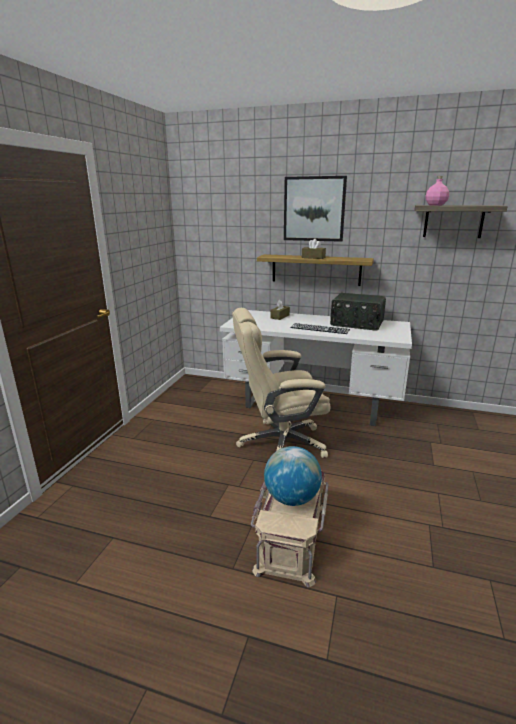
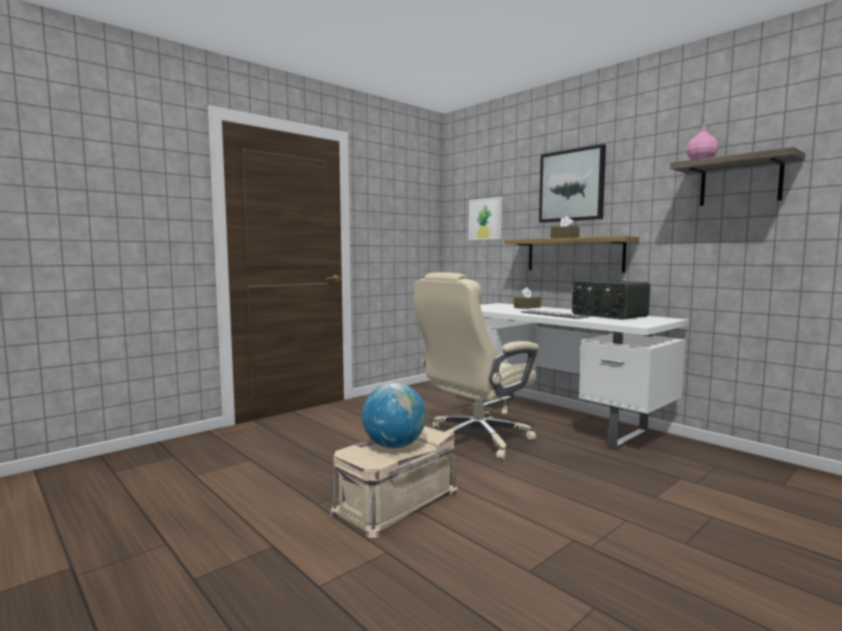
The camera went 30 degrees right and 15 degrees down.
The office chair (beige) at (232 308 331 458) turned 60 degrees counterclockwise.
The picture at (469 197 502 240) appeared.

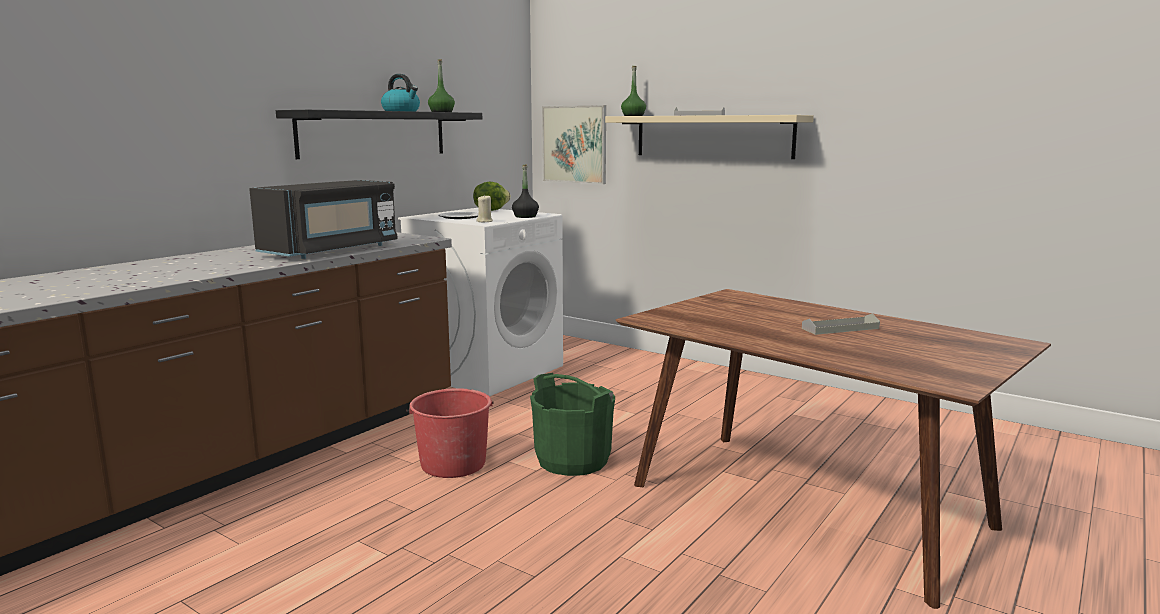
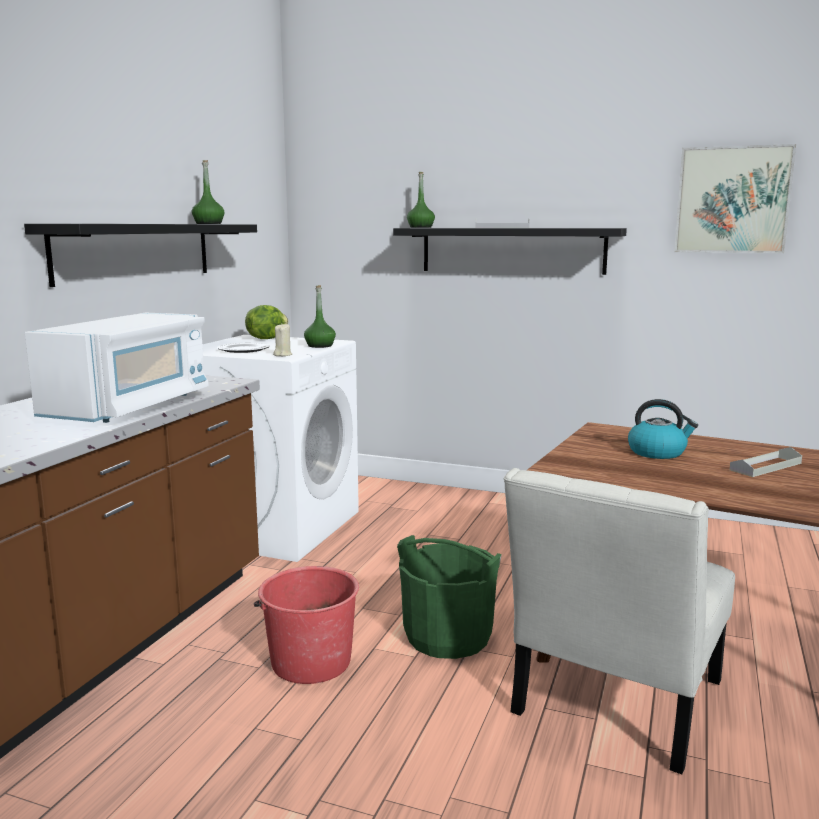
The camera went 15 degrees left and 0 degrees up.
The kettle moved from (381 74 420 112) to (628 399 698 459).
The picture moved from (542 105 606 184) to (674 144 796 253).
The shelf (beige) at (605 115 814 159) became the shelf (black) at (393 228 627 275).
The bottle (black) at (512 164 539 218) became the bottle (green) at (304 285 336 348).
The microwave (black) at (249 180 398 259) became the microwave (white) at (25 312 209 423).
The chair (white) at (504 468 735 774) appeared.

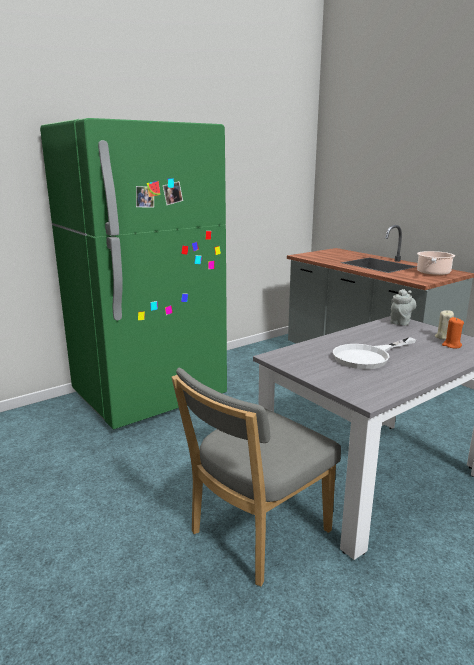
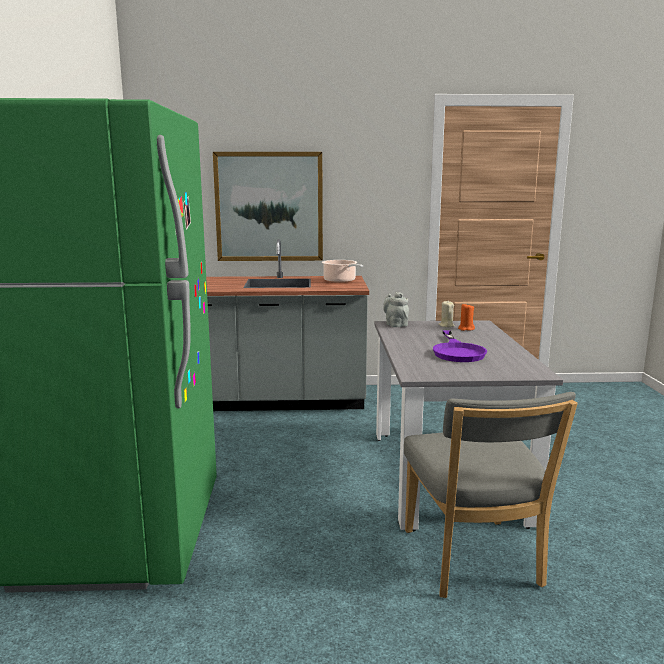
The camera went 55 degrees left and 5 degrees down.
The frying pan (white) at (333 337 416 369) became the frying pan (purple) at (433 330 487 362).
The picture at (213 152 323 261) appeared.

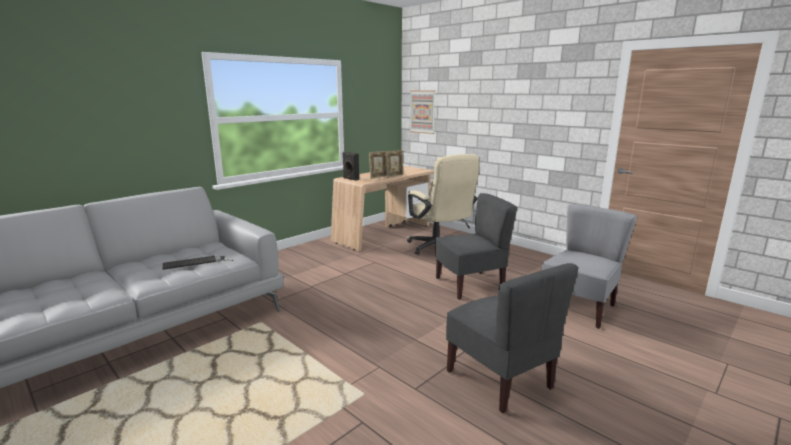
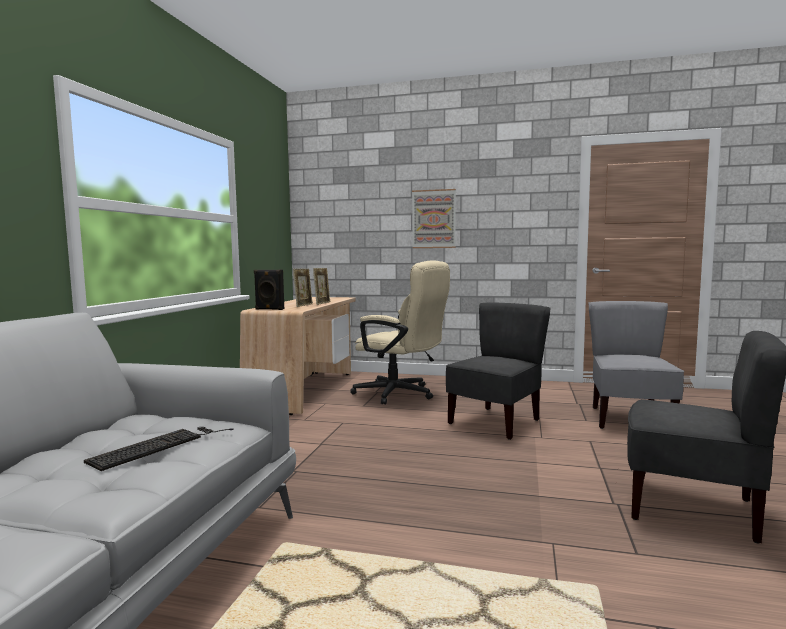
The camera went 30 degrees left and 10 degrees down.
The picture moved from (410 90 435 134) to (412 189 456 248).

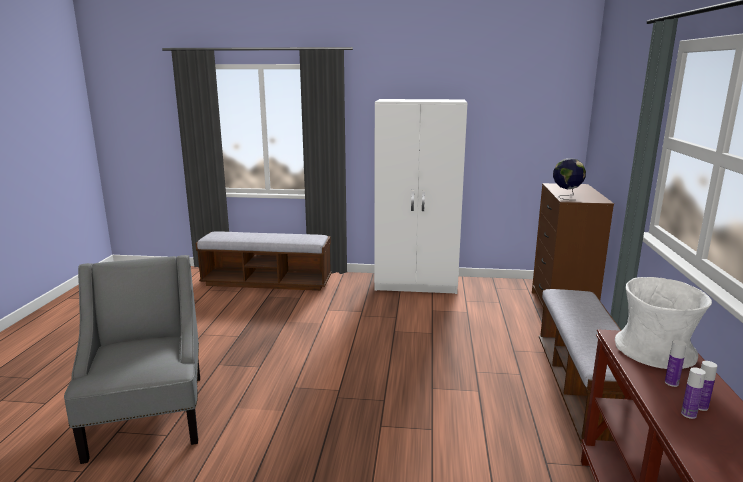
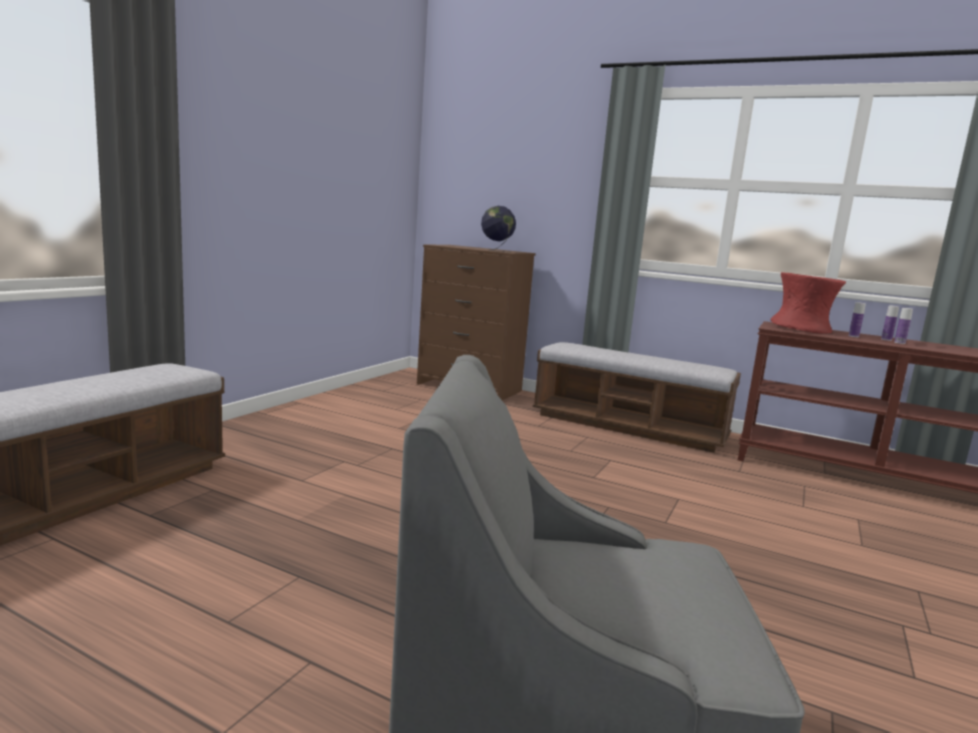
The camera went 70 degrees left and 5 degrees down.
The wardrobe (white) at (374 99 468 294) disappeared.
The vase (white) at (615 277 712 369) became the vase (red) at (770 272 846 333).

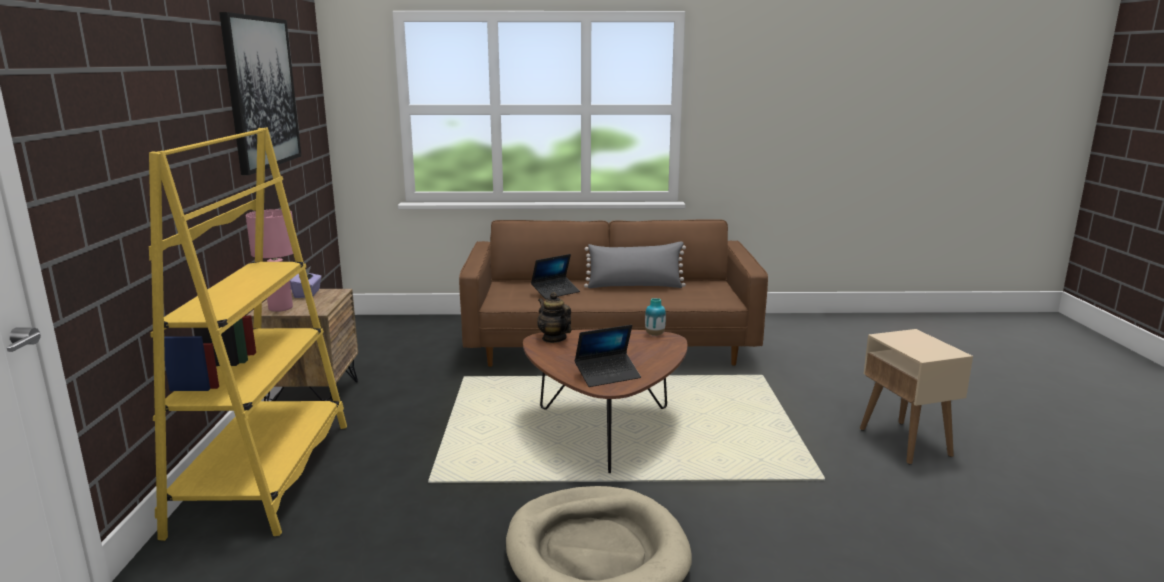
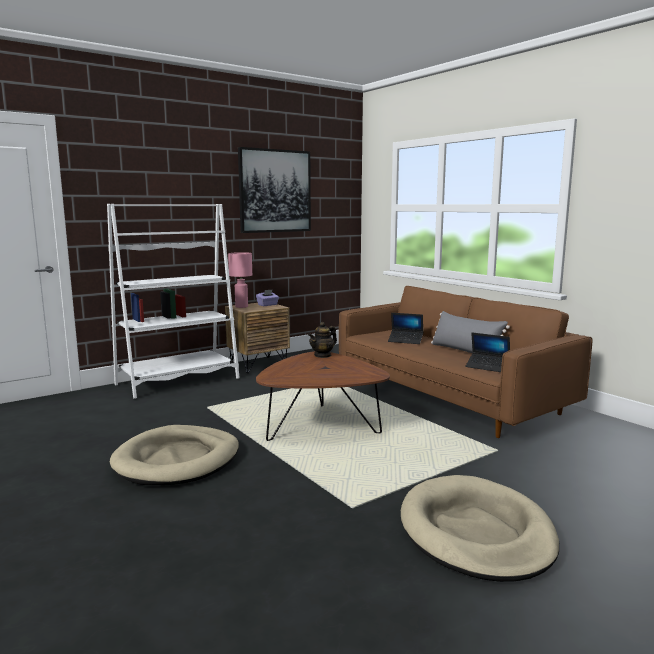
The camera went 55 degrees right and 5 degrees down.
The bookcase (yellow) at (149 127 347 541) became the bookcase (white) at (107 204 240 399).
The teapot at (537 292 571 343) turned 150 degrees counterclockwise.
The vase at (645 298 666 336) disappeared.
The laptop moved from (575 325 641 387) to (465 332 510 372).
The side table (beige) at (860 329 973 464) was replaced by the dog bed (beige) at (401 475 559 582).

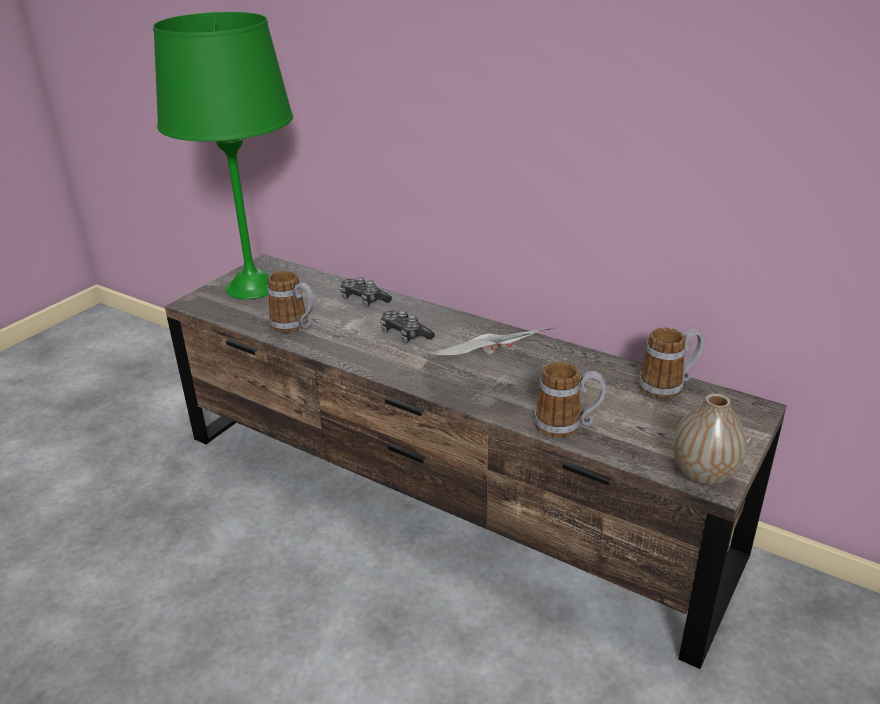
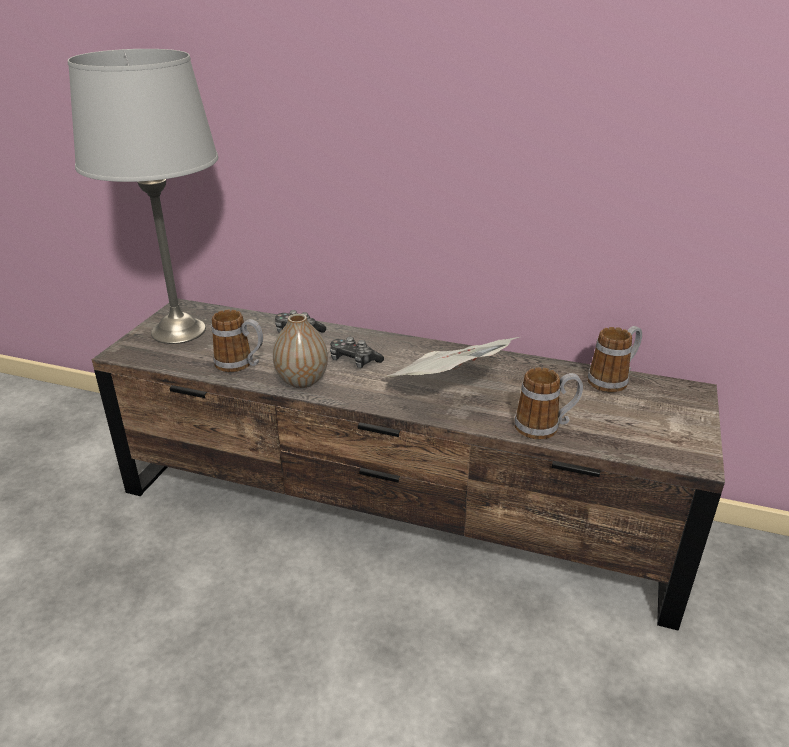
The camera went 15 degrees left and 0 degrees up.
The table lamp (green) at (153 12 293 299) became the table lamp (grey) at (68 49 218 344).
The vase moved from (673 393 747 485) to (273 314 328 388).

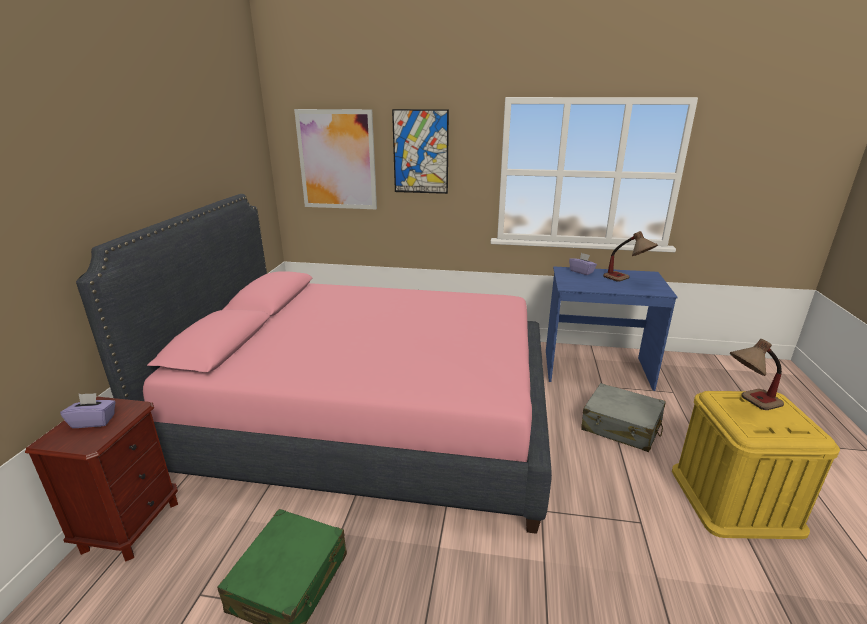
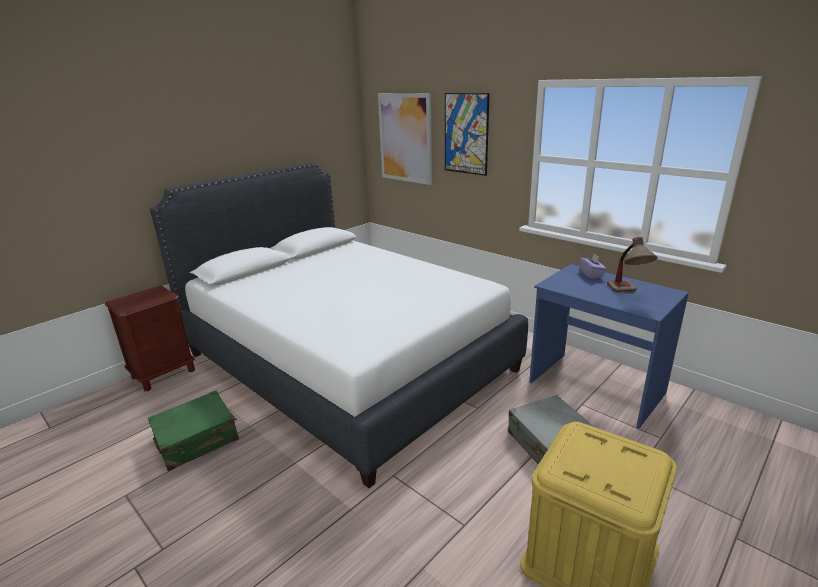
The camera went 35 degrees right and 0 degrees up.
The bed (pink) at (76 194 552 534) became the bed (white) at (150 162 528 488).
The table lamp at (730 339 784 410) disappeared.
The tissue box (purple) at (60 393 116 428) disappeared.

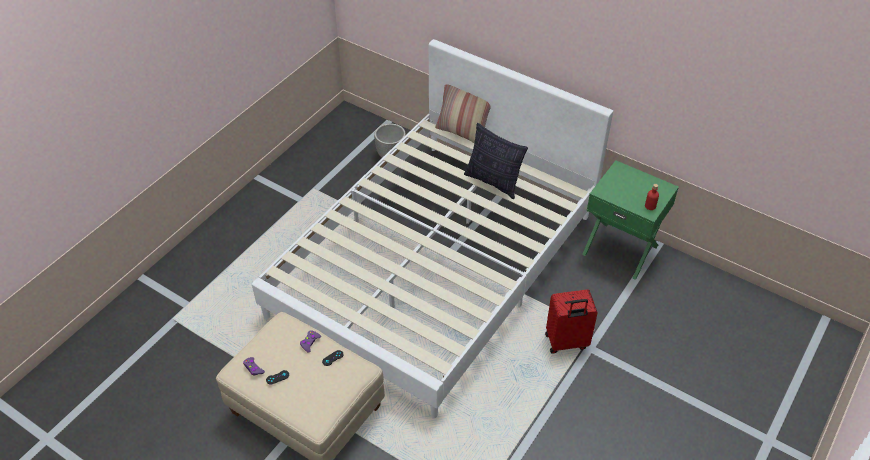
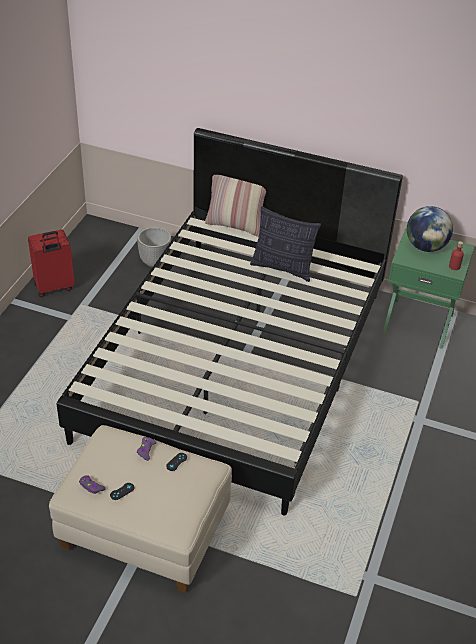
The camera went 15 degrees left and 5 degrees down.
The bed (white) at (252 39 613 419) became the bed (black) at (57 128 403 515).
The suitcase (red) moved from (545 289 598 354) to (28 229 75 297).
The globe at (407 206 453 252) appeared.

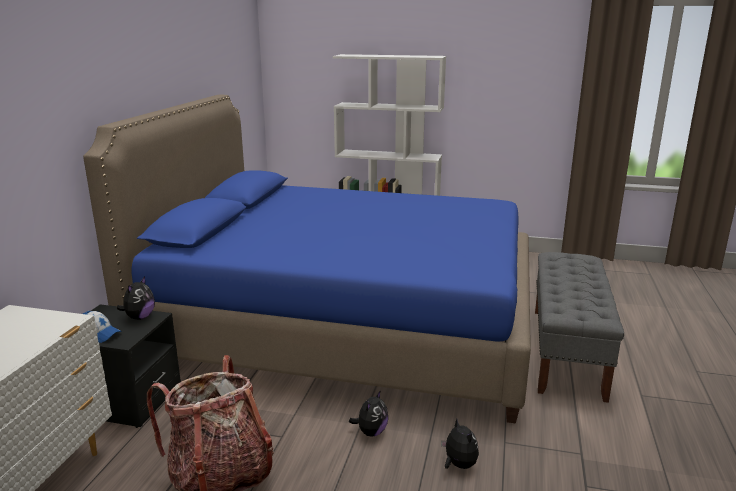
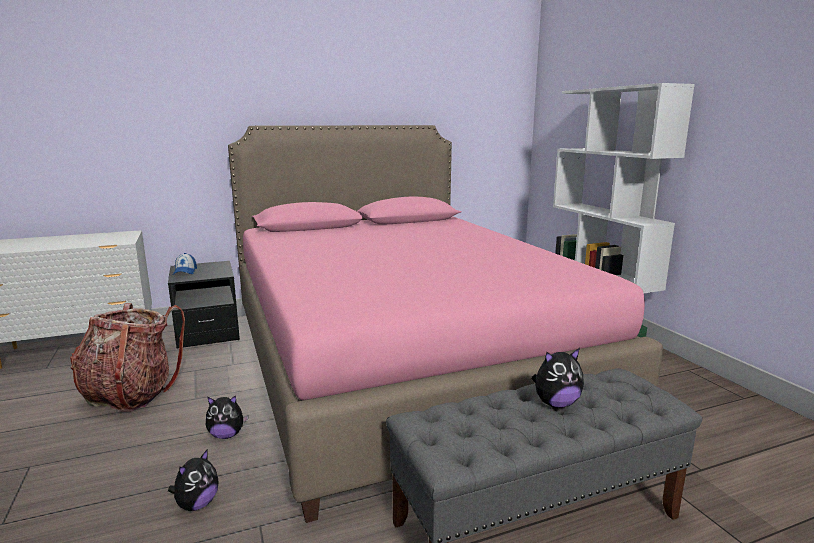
The camera went 55 degrees right and 5 degrees down.
The bed (blue) at (83 95 531 424) became the bed (pink) at (228 125 663 523).
The plush toy moved from (117 276 155 320) to (532 348 584 408).

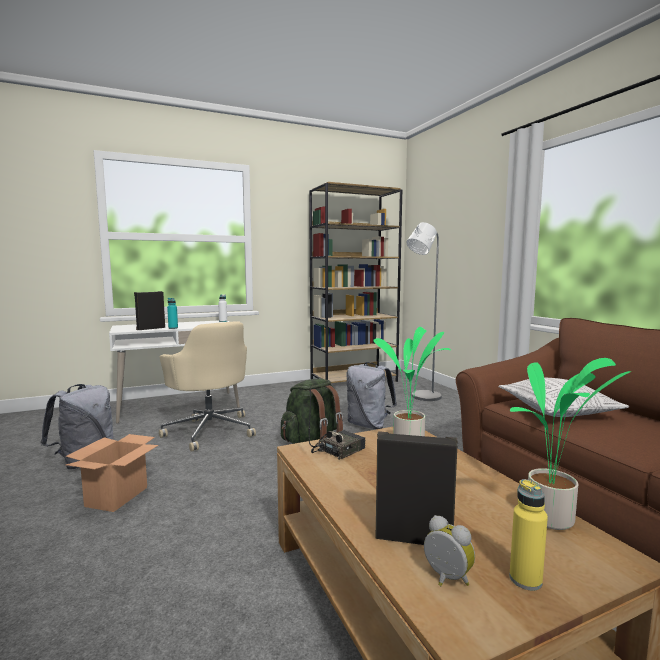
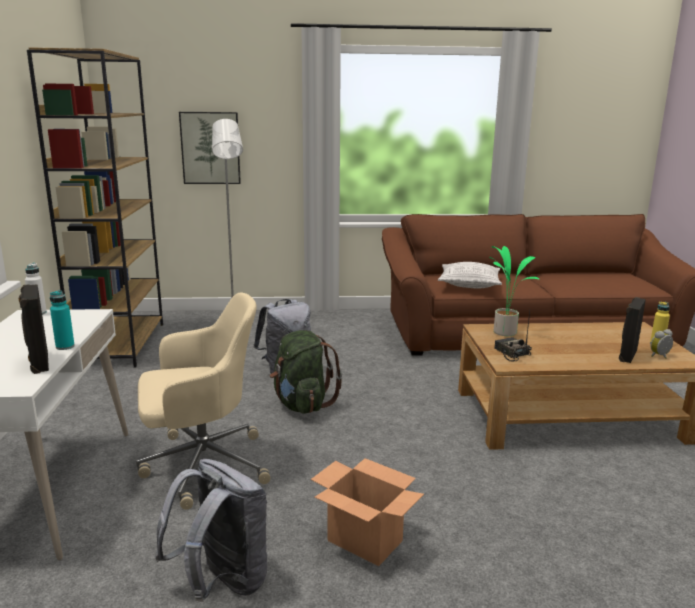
The camera went 70 degrees left and 10 degrees up.
The potted plant at (510 358 631 530) disappeared.
The picture at (179 112 241 184) appeared.

